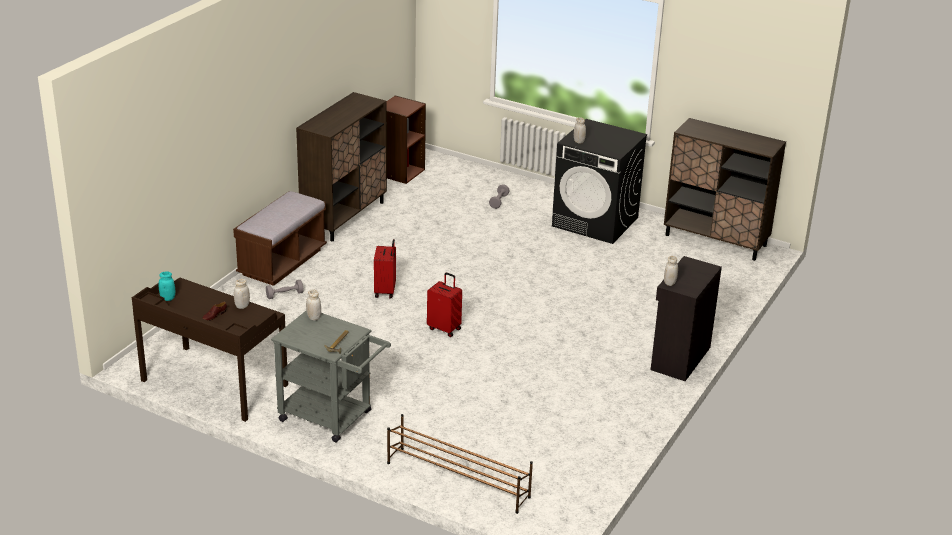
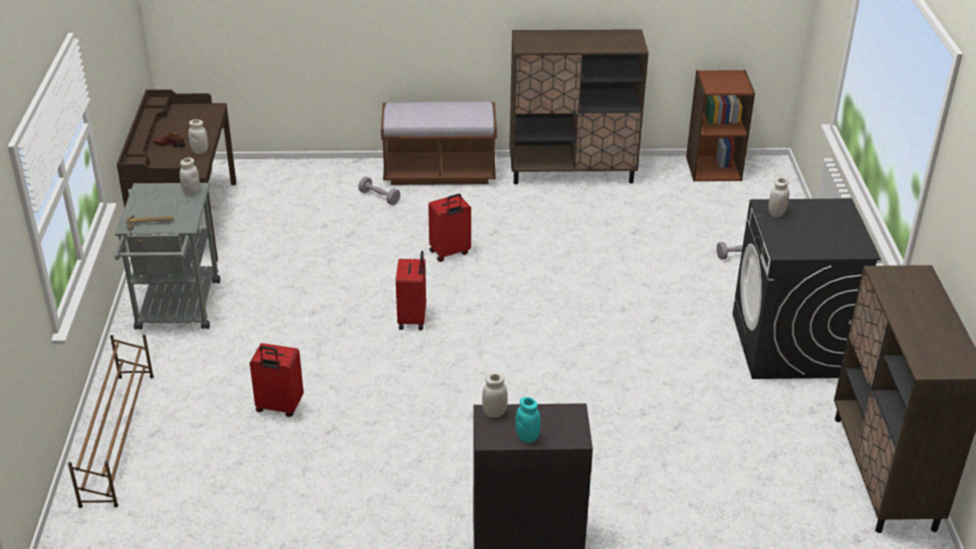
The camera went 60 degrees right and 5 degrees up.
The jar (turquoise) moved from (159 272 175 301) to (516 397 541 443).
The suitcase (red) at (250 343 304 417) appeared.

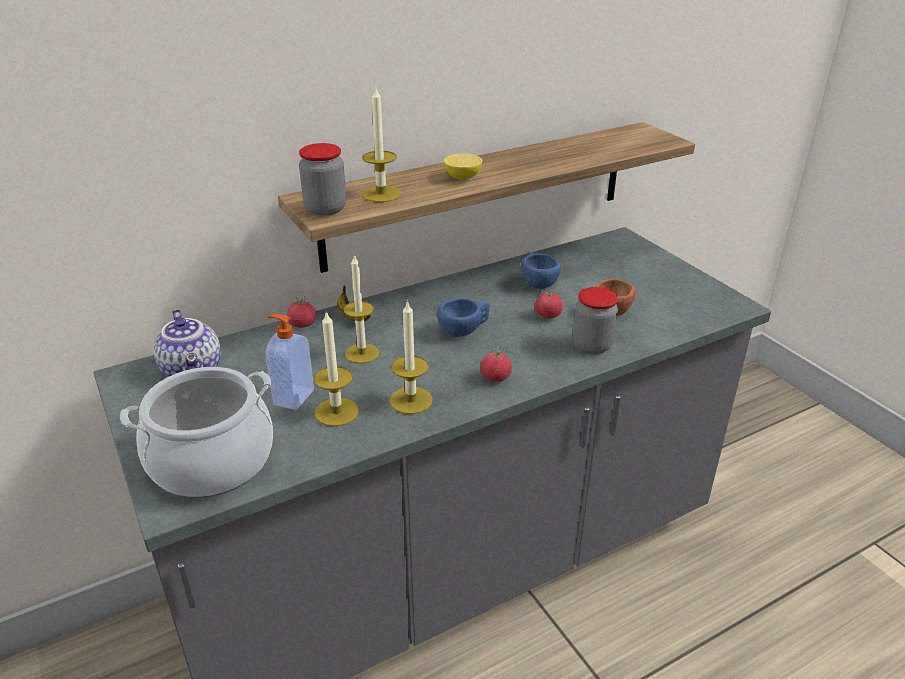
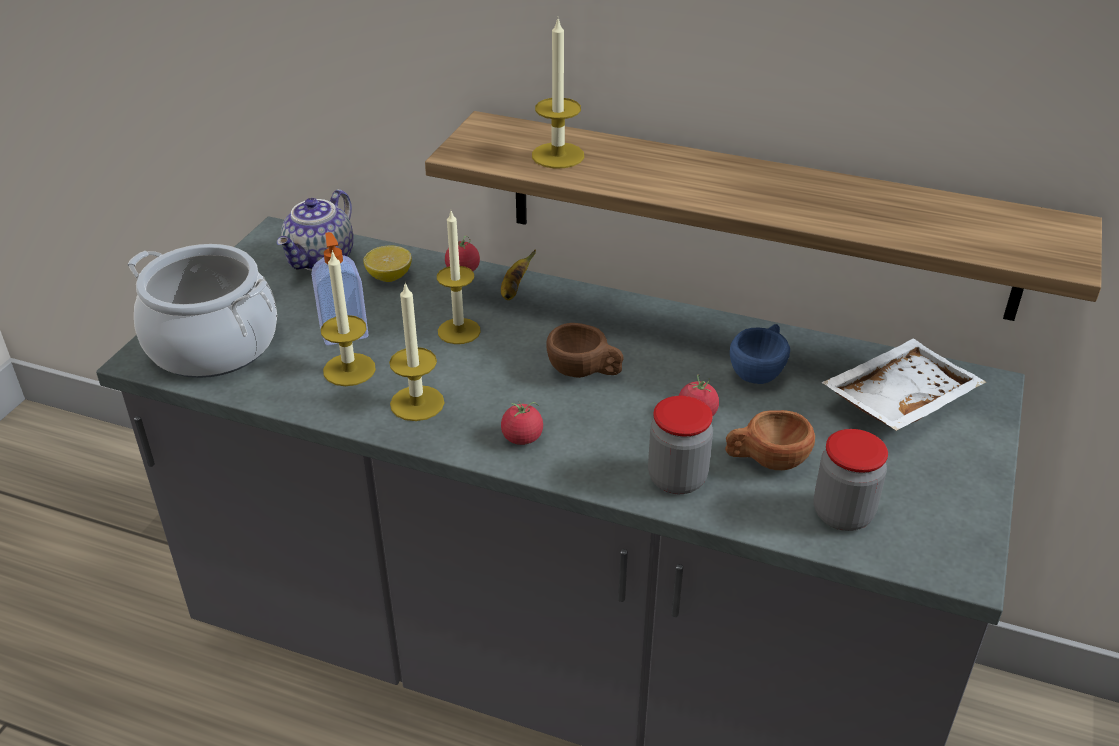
The camera went 50 degrees right and 5 degrees up.
The jar moved from (299 143 346 216) to (814 429 888 531).
The lemon moved from (444 153 483 180) to (363 245 412 282).
The cup (blue) at (437 298 490 337) became the cup (brown) at (546 323 624 378).
The tray (white) at (821 338 986 431) appeared.

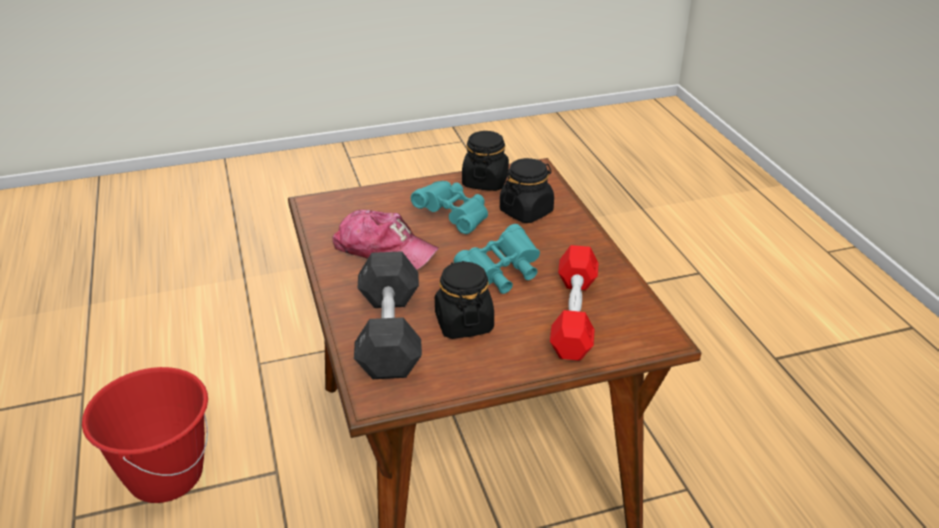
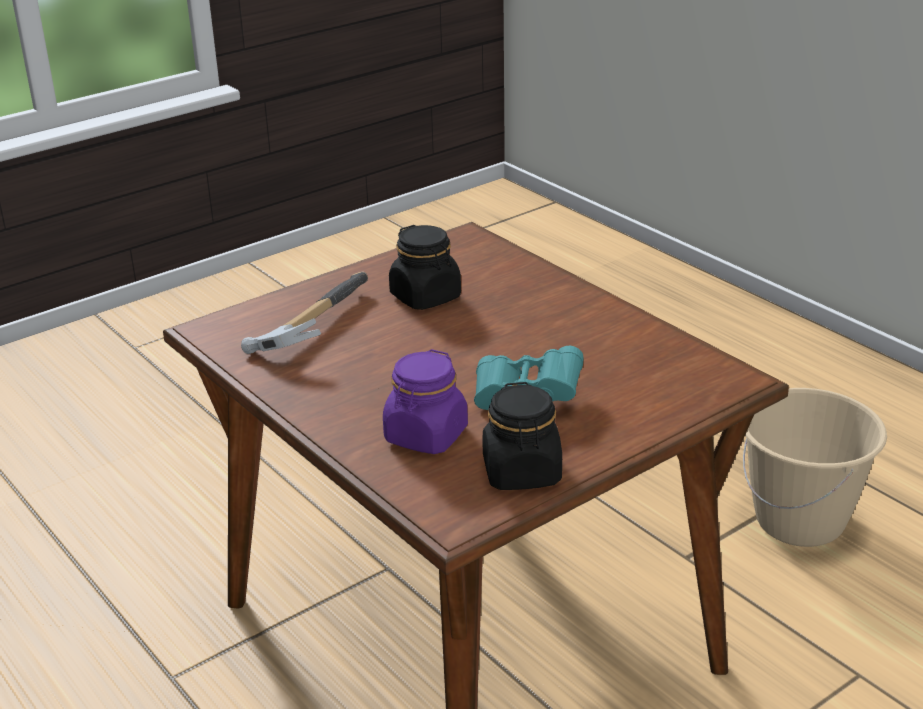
The camera went 160 degrees right and 5 degrees down.
The jar (black) at (500 158 554 223) became the jar (purple) at (383 349 468 454).
The cap at (332 210 439 270) disappeared.
The binoculars (turquoise) at (454 224 540 294) disappeared.
The dumbbell (red) at (550 245 599 361) was replaced by the hammer at (241 272 368 354).
The dumbbell (grey) at (354 251 422 379) disappeared.
The bucket (red) at (82 367 208 503) became the bucket (beige) at (743 388 887 547).

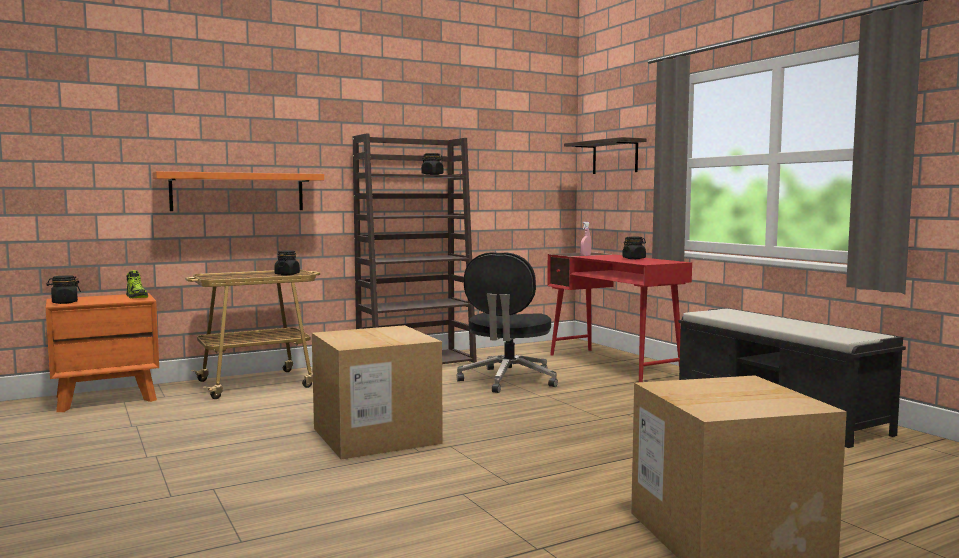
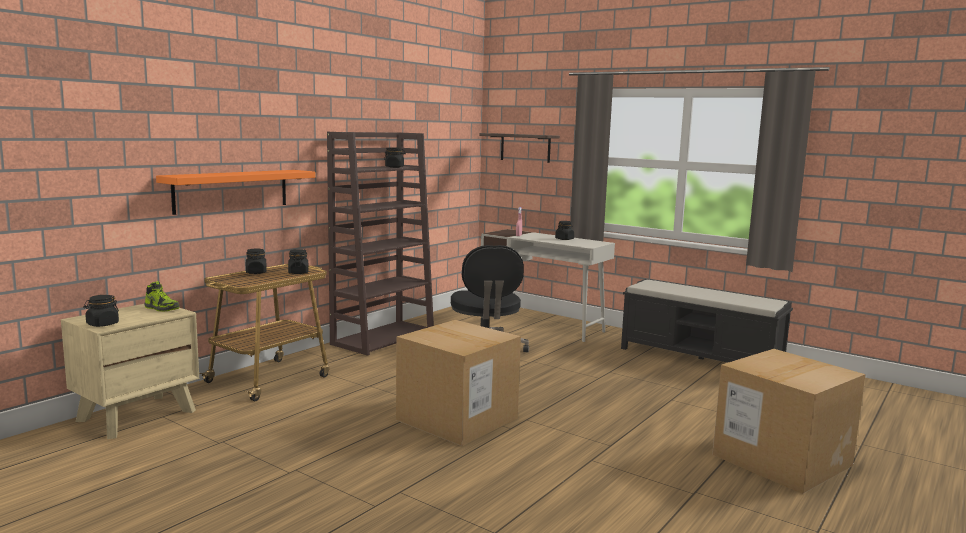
The camera went 25 degrees left and 5 degrees up.
The desk (red) at (547 252 692 382) became the desk (white) at (481 229 615 342).
The nightstand (orange) at (46 293 159 412) became the nightstand (beige) at (61 304 199 439).
The jar (black) at (246 249 267 274) appeared.

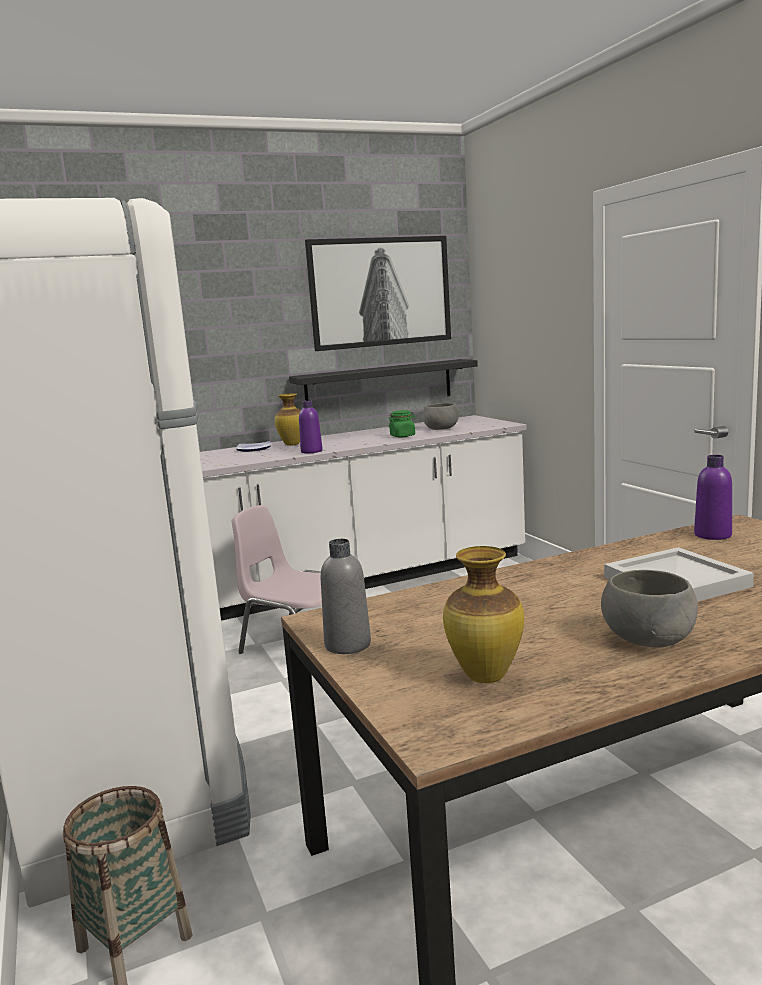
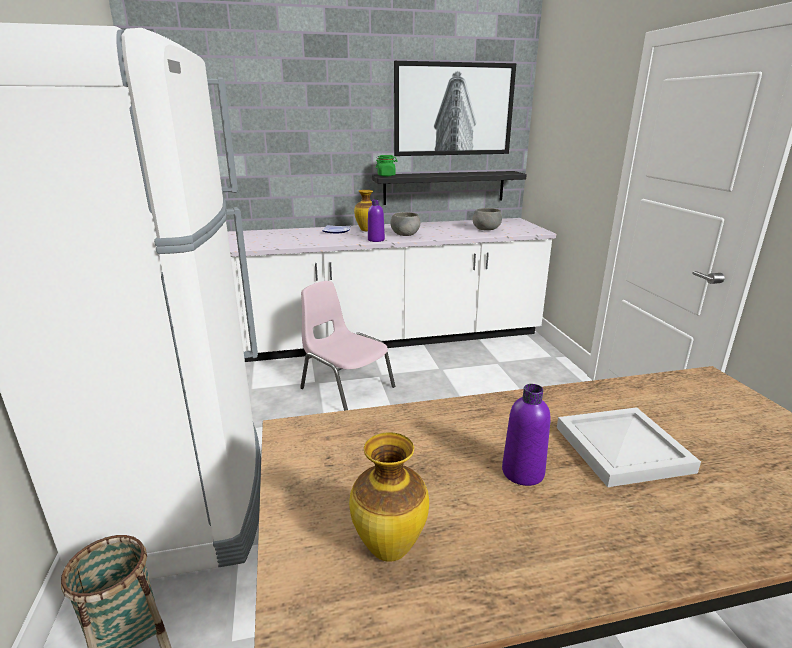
The camera went 10 degrees right and 10 degrees up.
The jar (green) moved from (389 410 415 437) to (376 155 397 176).
The bottle (purple) moved from (694 455 732 540) to (502 384 551 486).
The bottle (grey) at (321 539 371 654) disappeared.
The bowl (grey) moved from (601 570 698 648) to (390 212 420 236).

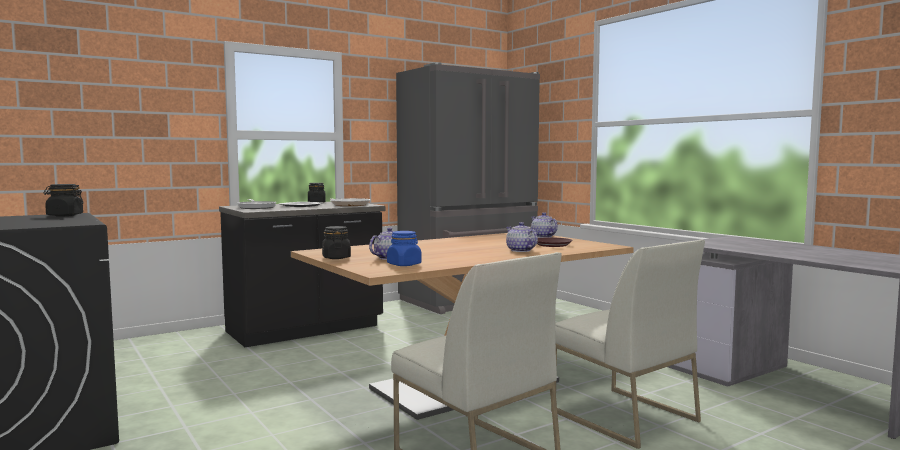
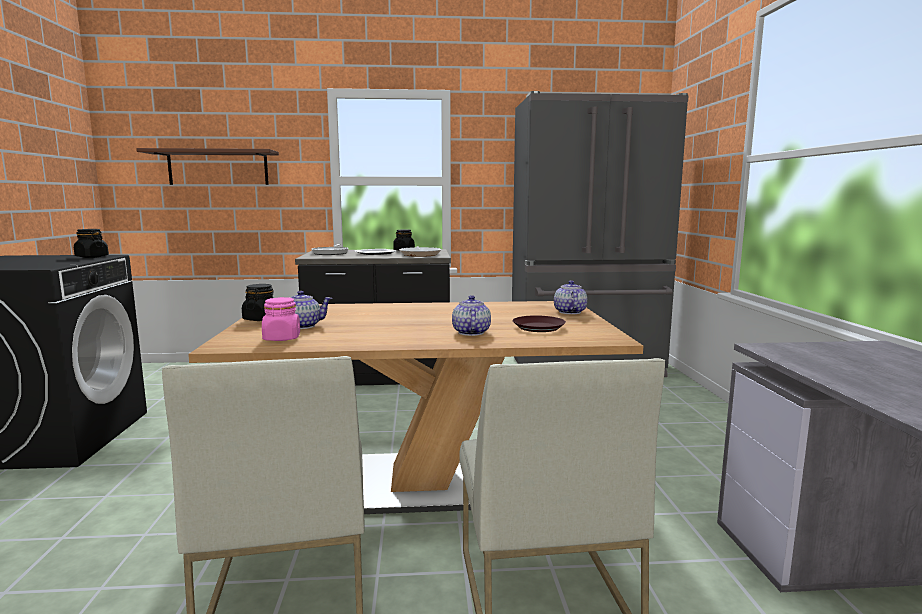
The camera went 30 degrees right and 5 degrees up.
The jar (blue) at (387 231 422 266) became the jar (pink) at (262 297 300 341).
The shelf (brown) at (136 148 279 185) appeared.

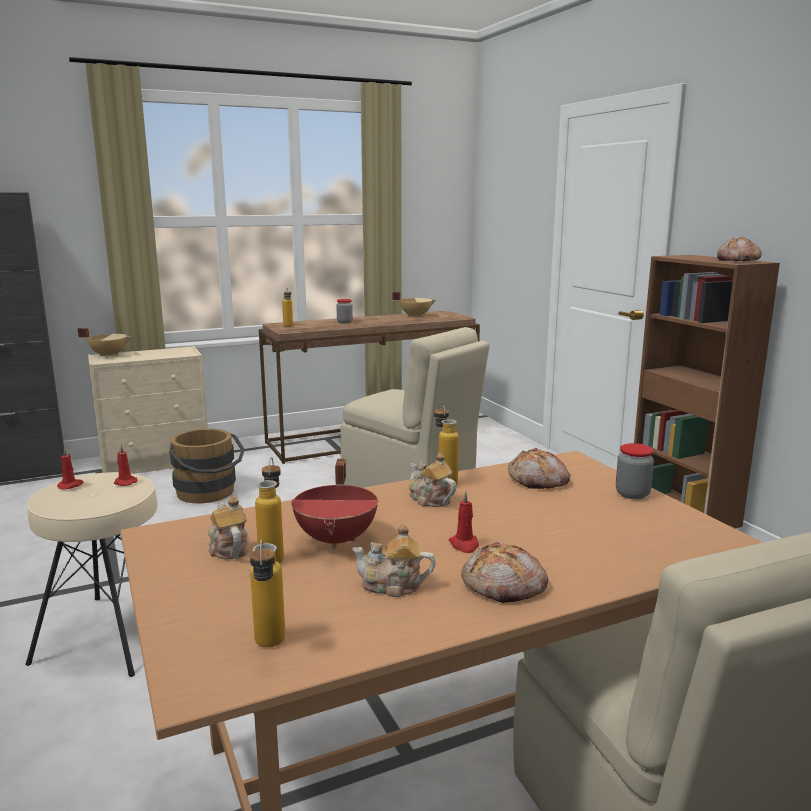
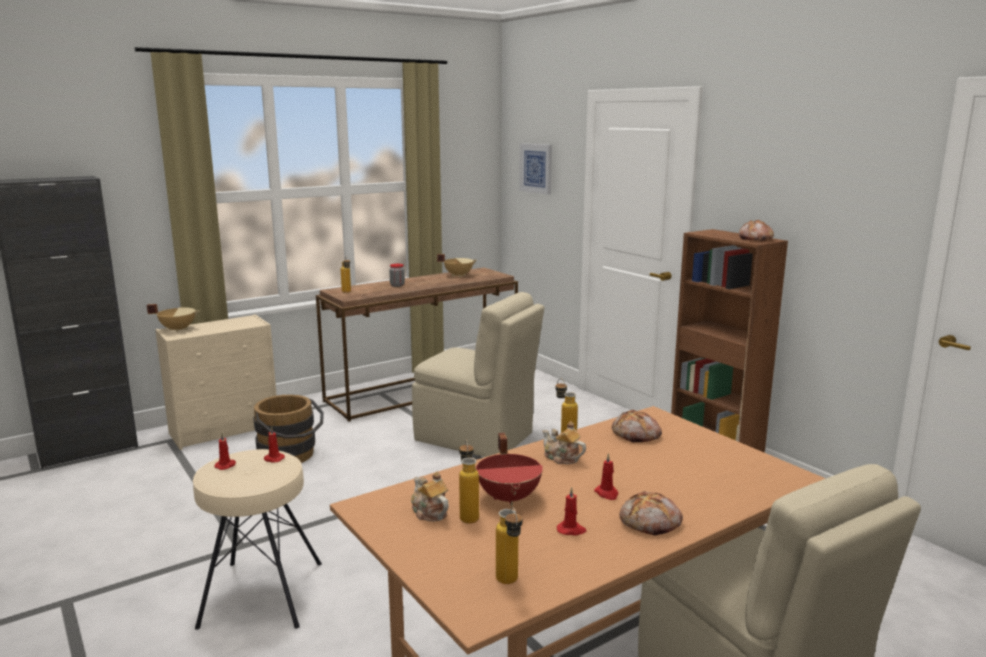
The camera went 10 degrees left and 0 degrees up.
The jar at (616 443 654 499) disappeared.
The teapot at (352 523 436 597) was replaced by the candle (red) at (557 487 587 535).
The picture at (519 143 552 195) appeared.

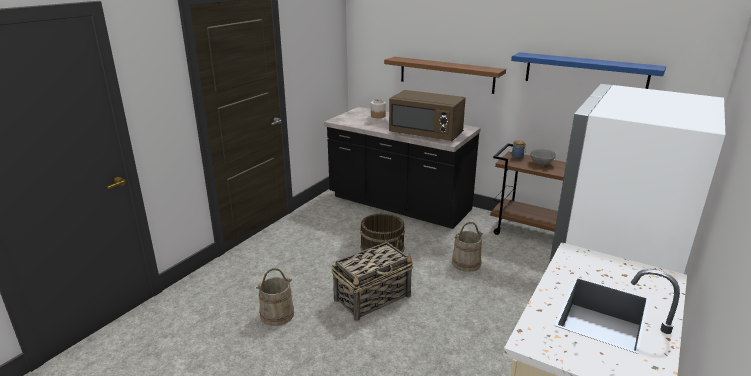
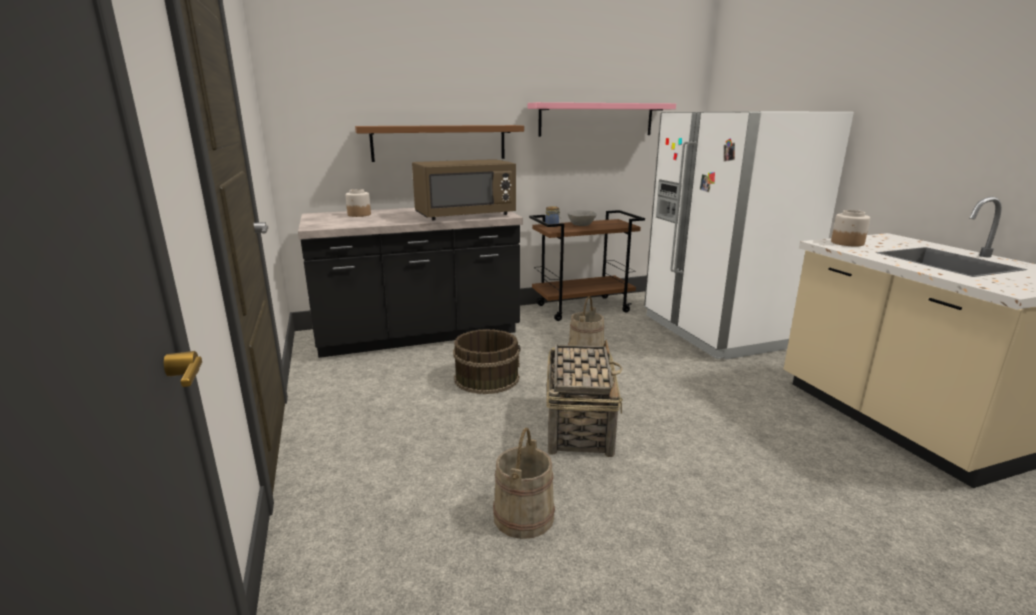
The camera went 50 degrees left and 5 degrees down.
The shelf (blue) at (511 52 666 89) became the shelf (pink) at (528 102 676 137).
The jar at (831 210 870 246) appeared.

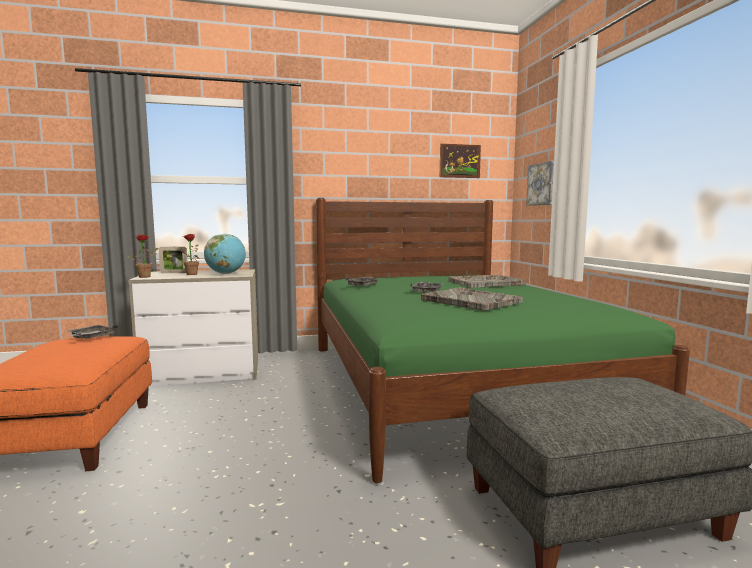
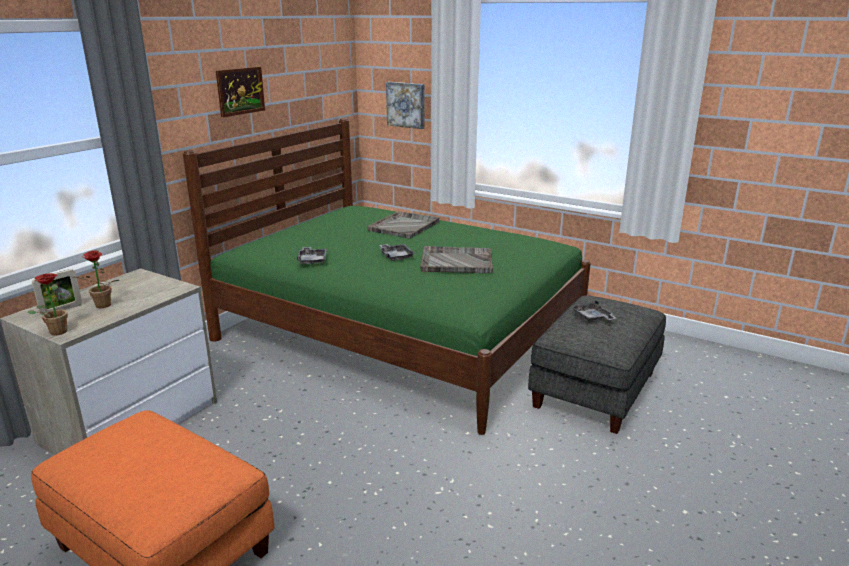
The camera went 45 degrees left and 15 degrees up.
The picture moved from (440 143 481 178) to (216 67 265 117).
The globe at (204 234 246 274) disappeared.
The tray (grey) moved from (68 325 118 339) to (571 300 616 322).

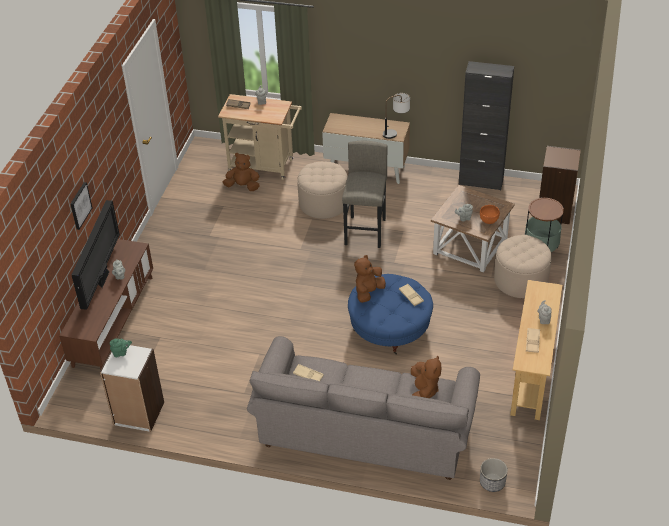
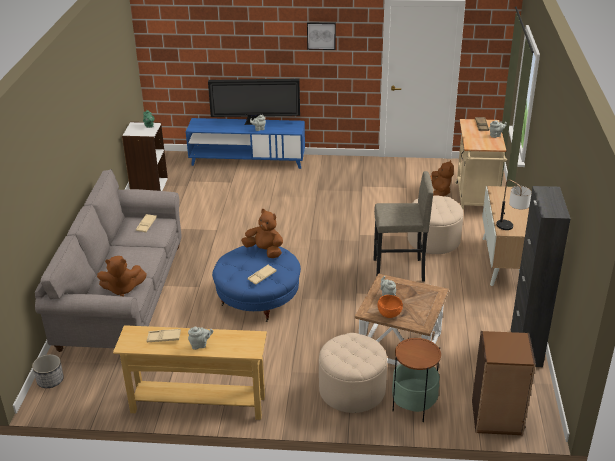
The camera went 80 degrees right and 10 degrees down.
The picture moved from (70 182 92 230) to (307 22 336 50).
The tv stand (brown) at (59 239 153 370) became the tv stand (blue) at (186 118 305 169).

